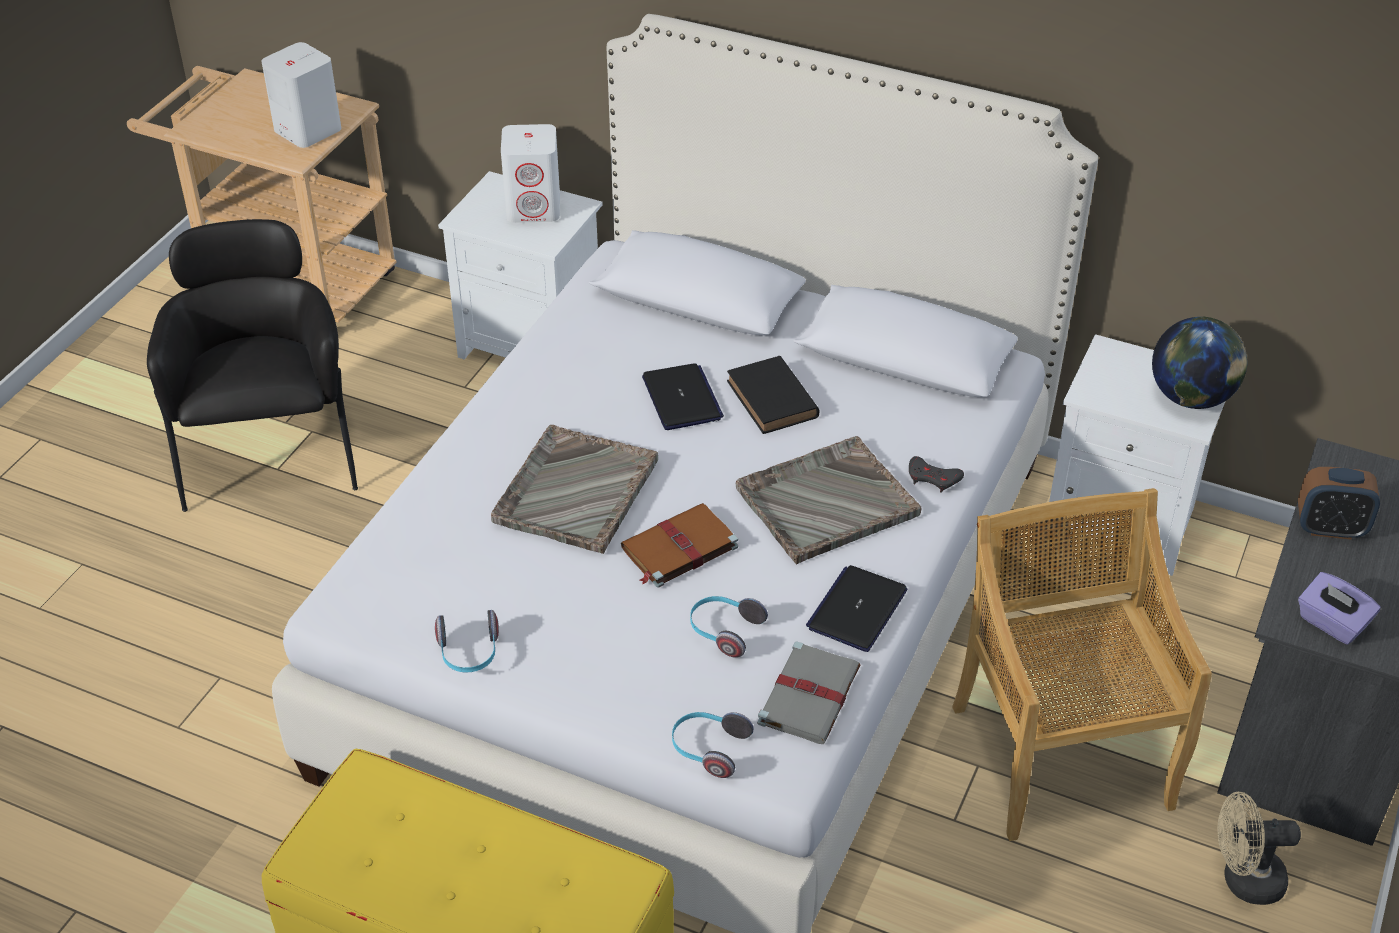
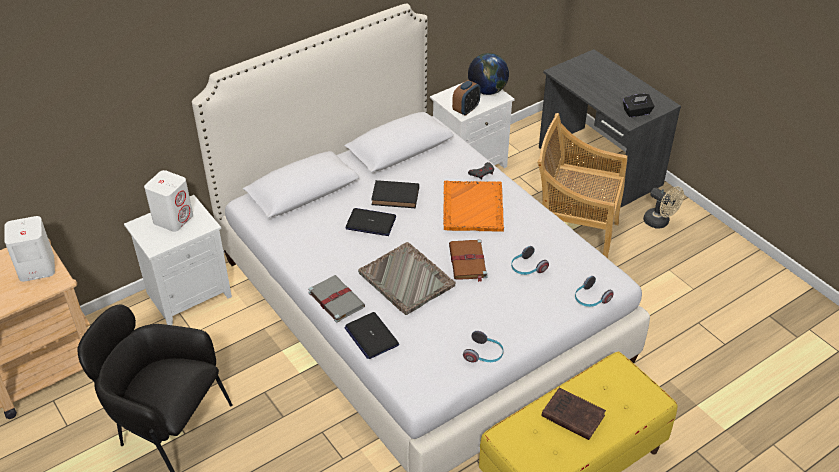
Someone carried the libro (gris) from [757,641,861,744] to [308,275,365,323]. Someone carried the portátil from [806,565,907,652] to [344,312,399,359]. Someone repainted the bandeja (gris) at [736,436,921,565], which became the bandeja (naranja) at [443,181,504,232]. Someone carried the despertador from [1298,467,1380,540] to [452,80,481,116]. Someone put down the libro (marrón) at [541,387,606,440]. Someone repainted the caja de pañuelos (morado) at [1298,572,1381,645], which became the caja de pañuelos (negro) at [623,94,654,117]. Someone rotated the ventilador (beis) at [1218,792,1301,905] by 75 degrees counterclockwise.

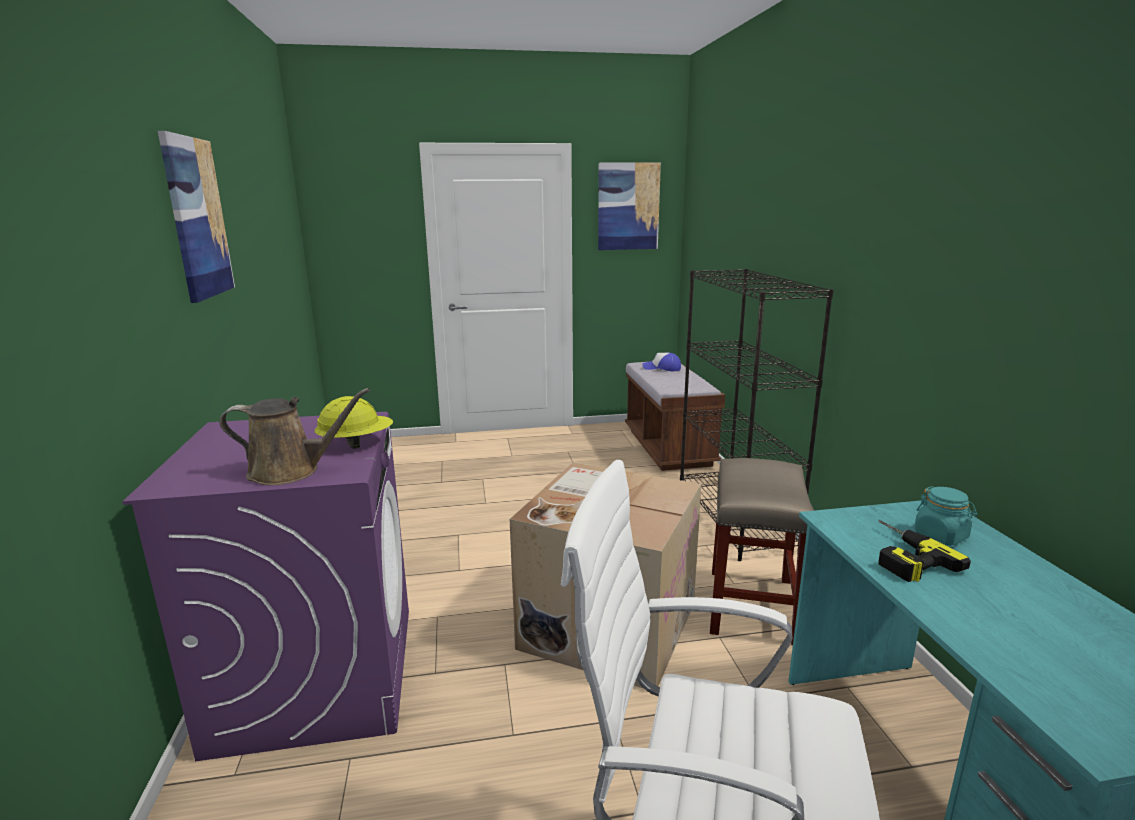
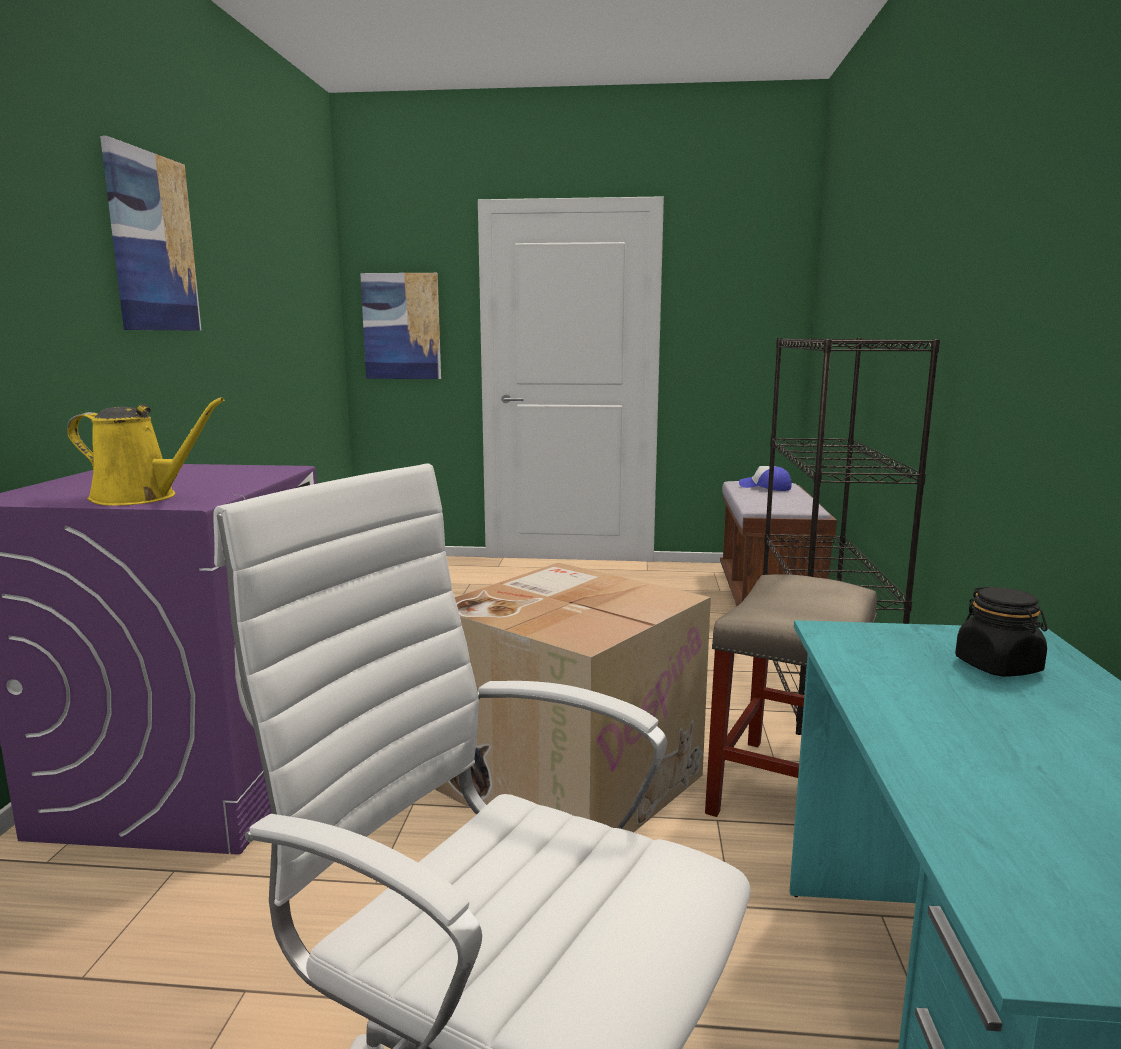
Someone repainted the regadera (marrón) at [219,388,370,486], which became the regadera (amarillo) at [67,397,224,506]. Someone carried the cuadro from [598,163,661,250] to [360,273,441,379]. Someone repainted the tarro (turquesa) at [914,486,977,546], which became the tarro (negro) at [955,587,1048,677]. Someone took away the casco (amarillo) at [315,396,393,449]. Someone took away the taladro at [878,519,971,582].

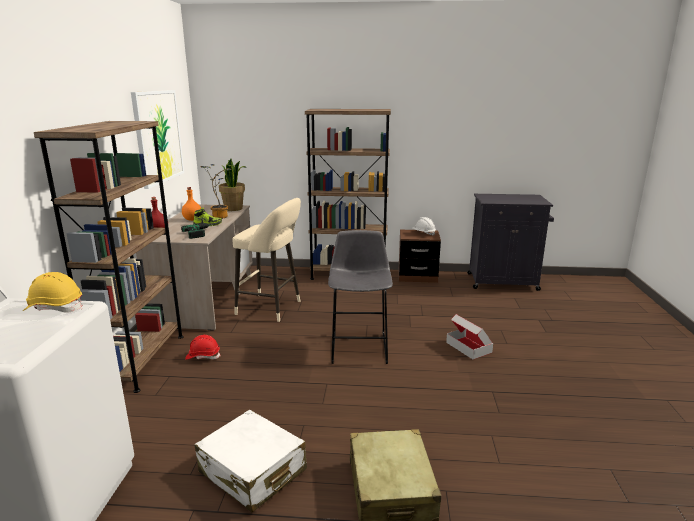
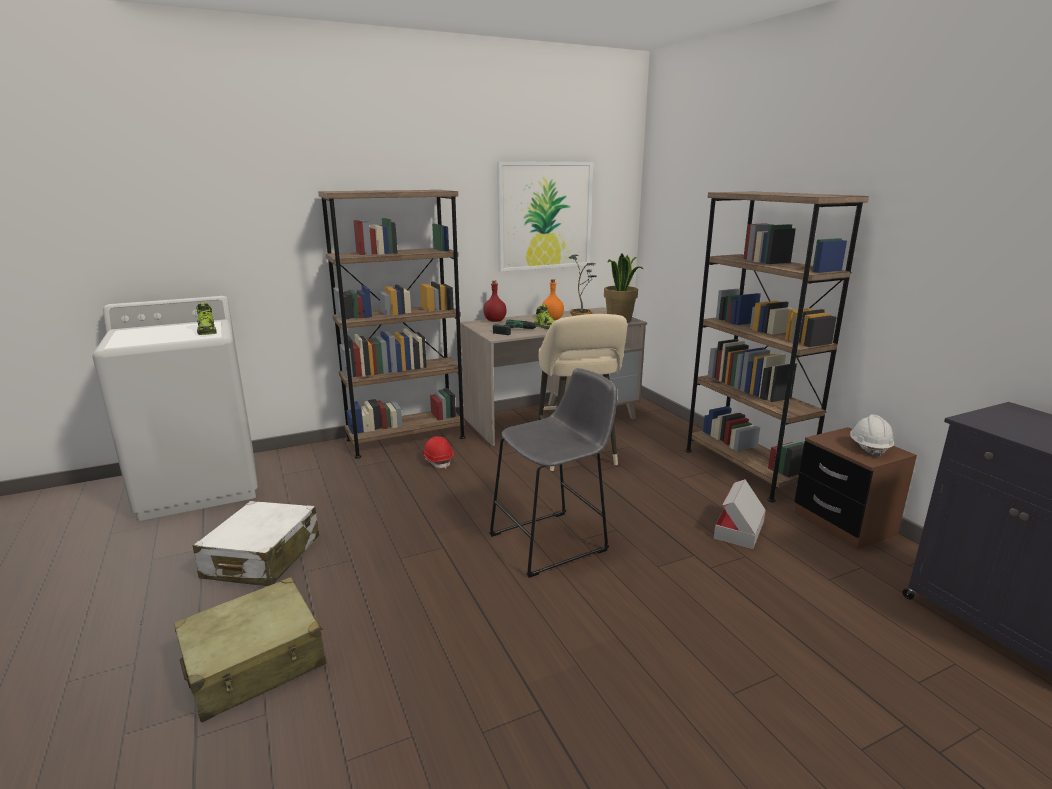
Someone swapped the casco (amarillo) at [23,272,83,313] for the zapato at [196,303,217,335]. Someone carried the caja de cartón from [446,314,493,360] to [714,479,766,550].

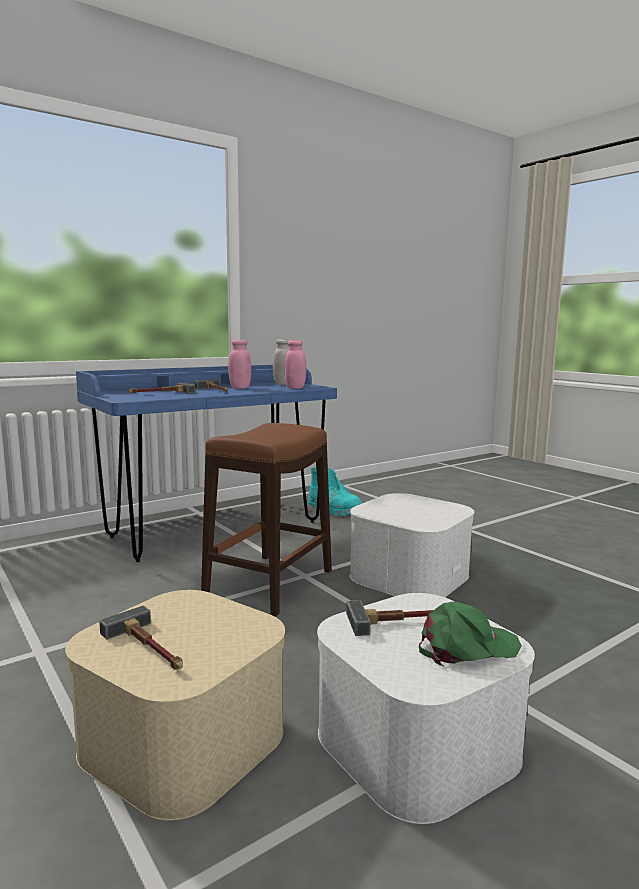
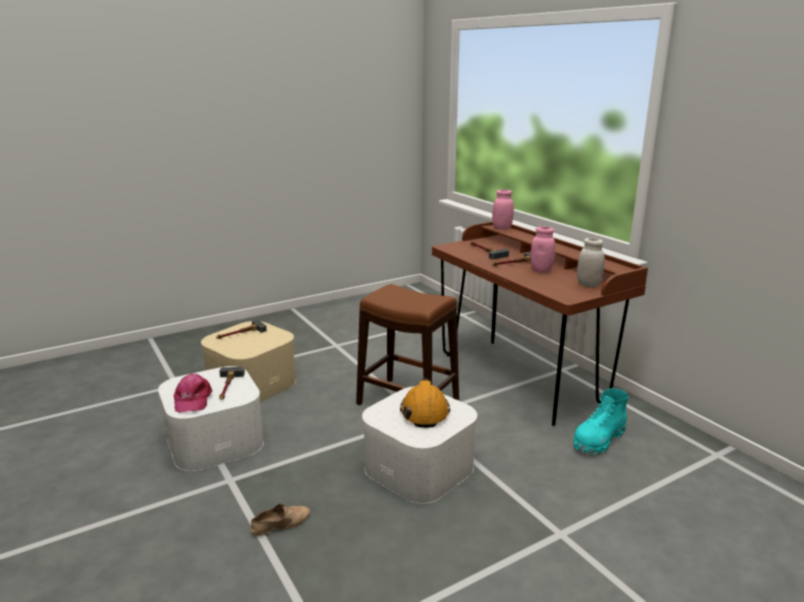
Someone repainted the gorra (verde) at [419,602,522,666], which became the gorra (rosa) at [174,374,212,413]. Someone put down the zapato (beis) at [250,504,310,536]. Someone put down the casco (naranja) at [400,378,451,428]. Someone repainted the escritorio (azul) at [76,365,337,562], which became the escritorio (marrón) at [432,221,648,426]. Someone carried the tarro (rosa) from [285,340,306,389] to [492,190,514,230].

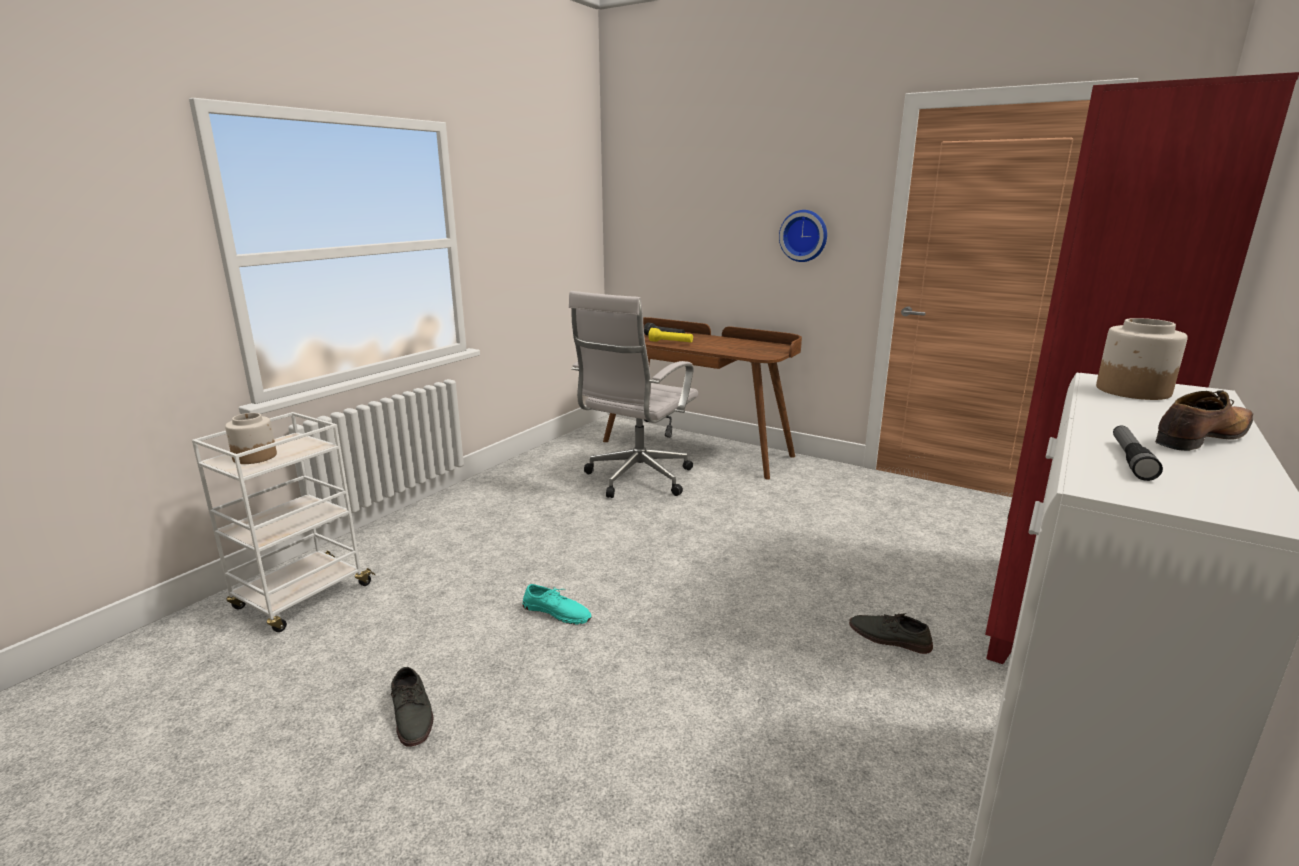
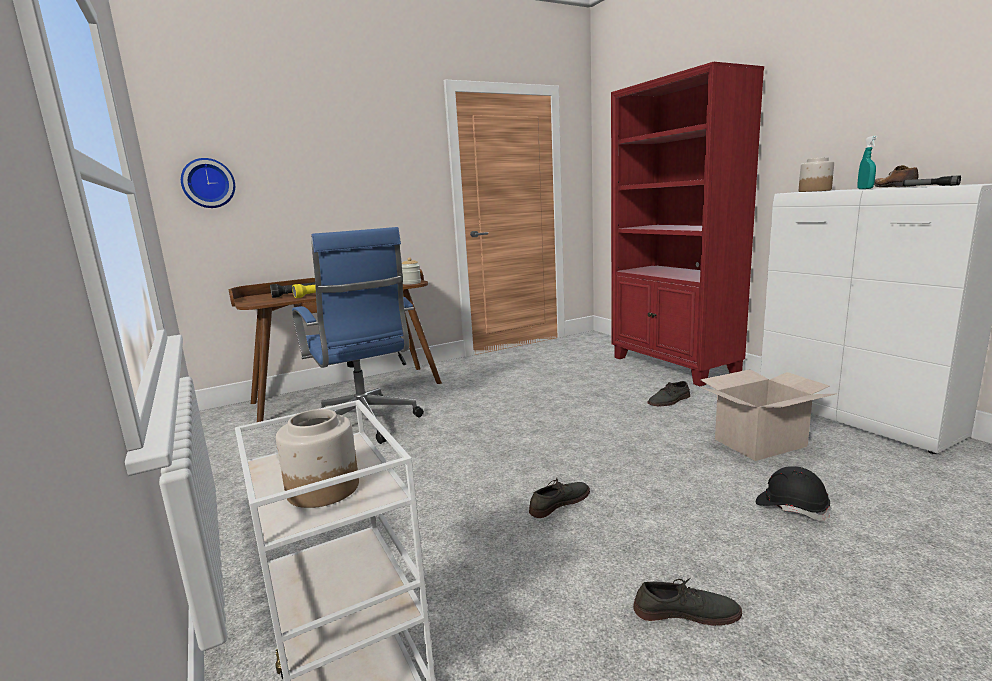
Someone carried the reloj de pared from [779,210,827,262] to [181,158,235,208]. Someone repainted the silla de oficina (blanco) at [569,291,698,498], which became the silla de oficina (azul) at [292,227,424,444]. Someone put down the tarro at [402,258,421,285]. Someone repainted the zapato (turquesa) at [522,584,591,624], which became the zapato (gris) at [529,478,590,518]. Someone put down the caja de cartón at [700,369,835,461]. Someone put down the casco (negro) at [756,466,830,521]. Someone put down the pulverizador (turquesa) at [857,136,877,189].

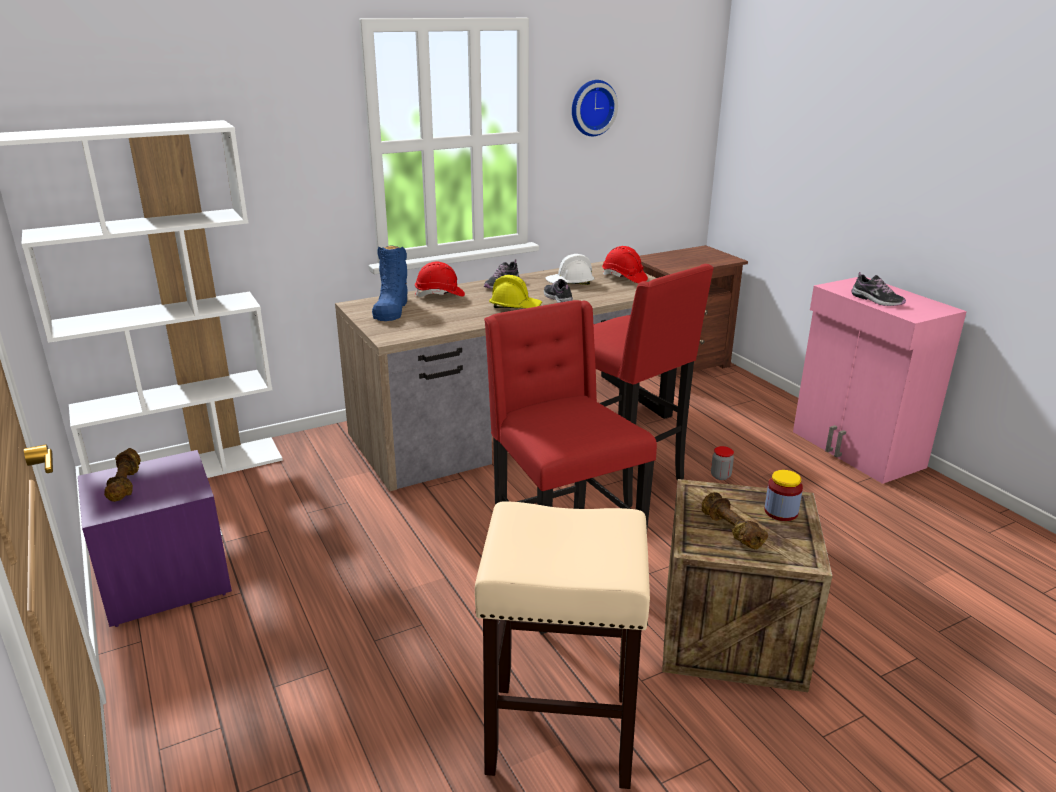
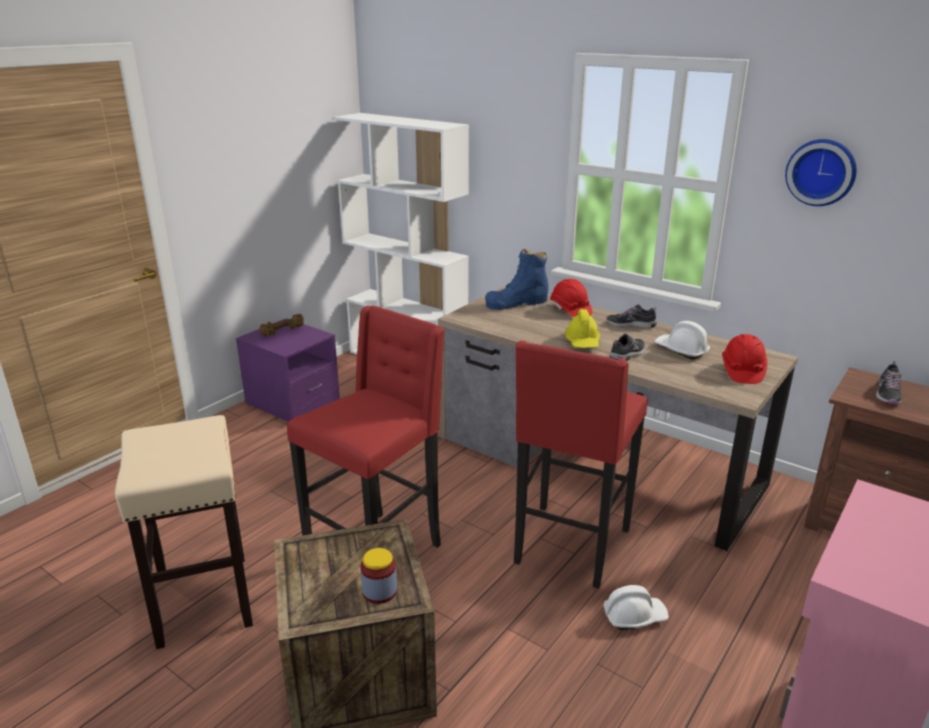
Someone swapped the tarro at [711,446,734,480] for the casco (blanco) at [604,585,669,630]. Someone carried the zapato from [851,272,906,306] to [876,361,902,404]. Someone took away the mancuerna (marrón) at [702,492,768,549].

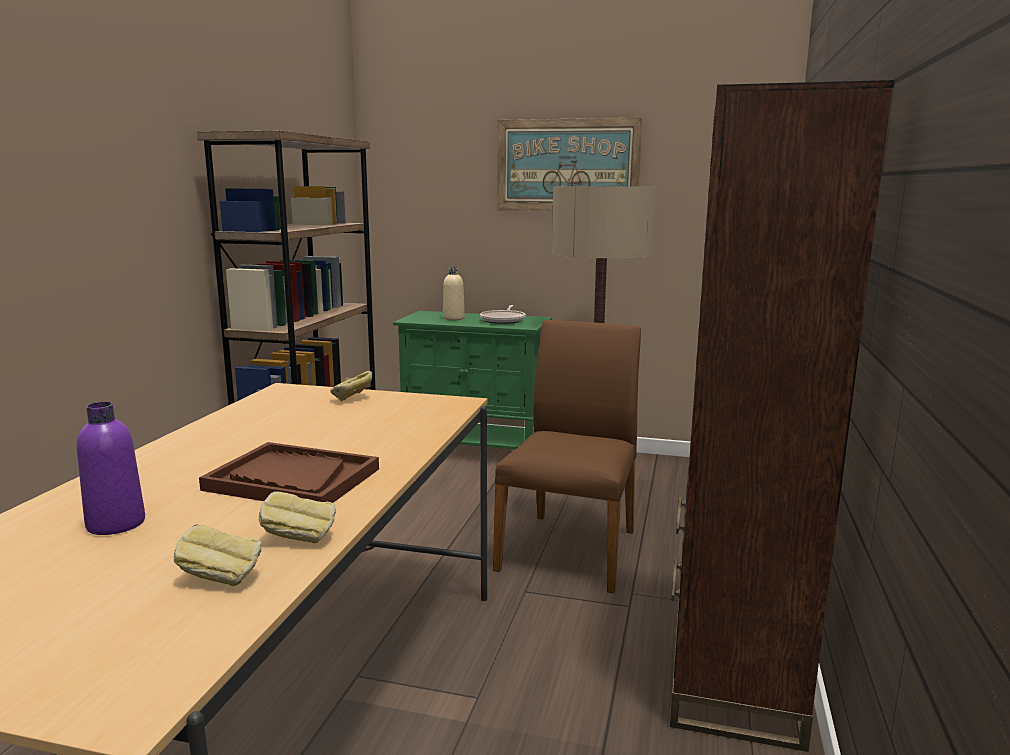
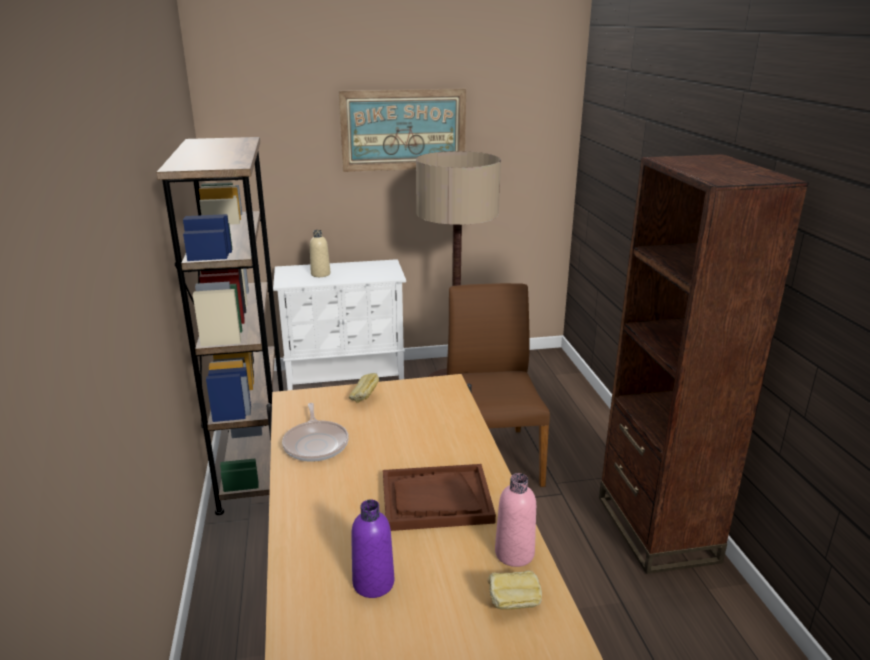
Someone repainted the armario (verde) at [393,311,552,449], which became the armario (blanco) at [273,259,406,390]. Someone carried the sartén from [480,305,526,324] to [282,403,349,462]. Someone swapped the pan at [259,491,336,543] for the botella (rosa) at [495,473,536,567].

